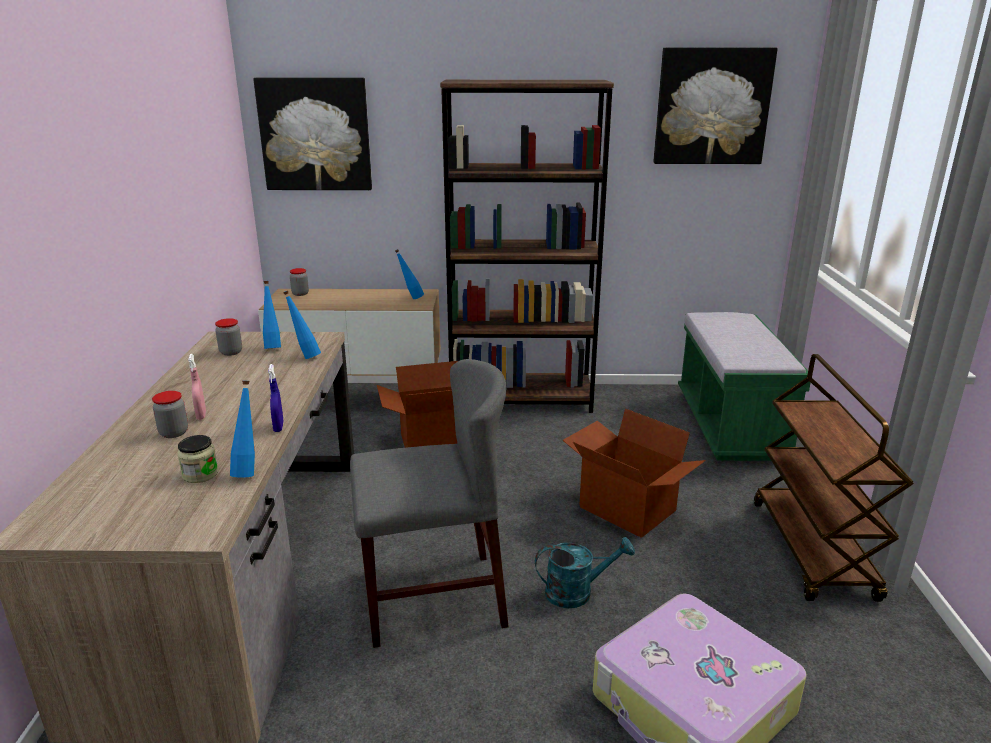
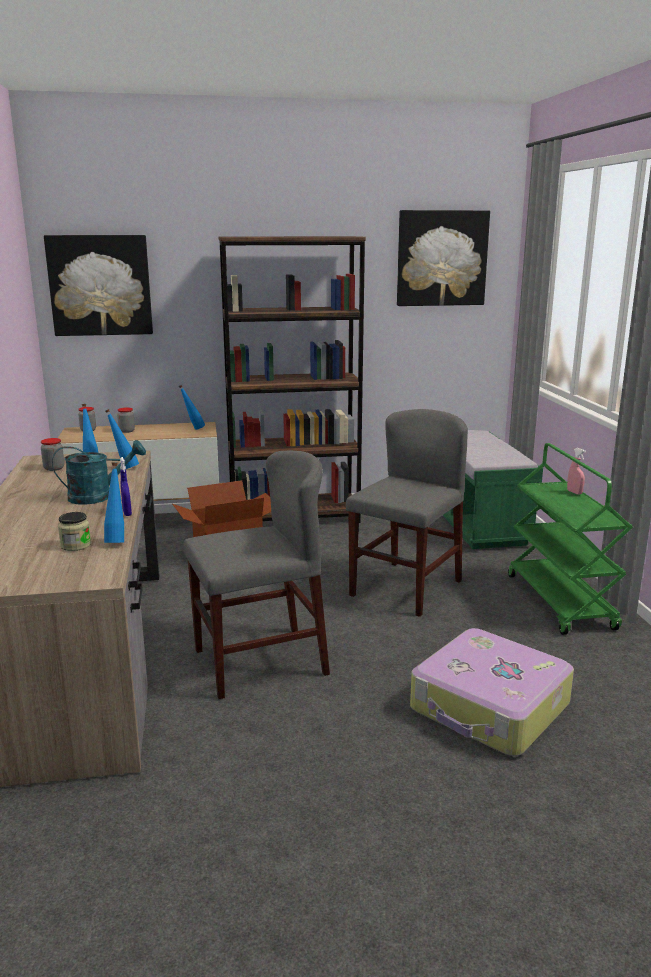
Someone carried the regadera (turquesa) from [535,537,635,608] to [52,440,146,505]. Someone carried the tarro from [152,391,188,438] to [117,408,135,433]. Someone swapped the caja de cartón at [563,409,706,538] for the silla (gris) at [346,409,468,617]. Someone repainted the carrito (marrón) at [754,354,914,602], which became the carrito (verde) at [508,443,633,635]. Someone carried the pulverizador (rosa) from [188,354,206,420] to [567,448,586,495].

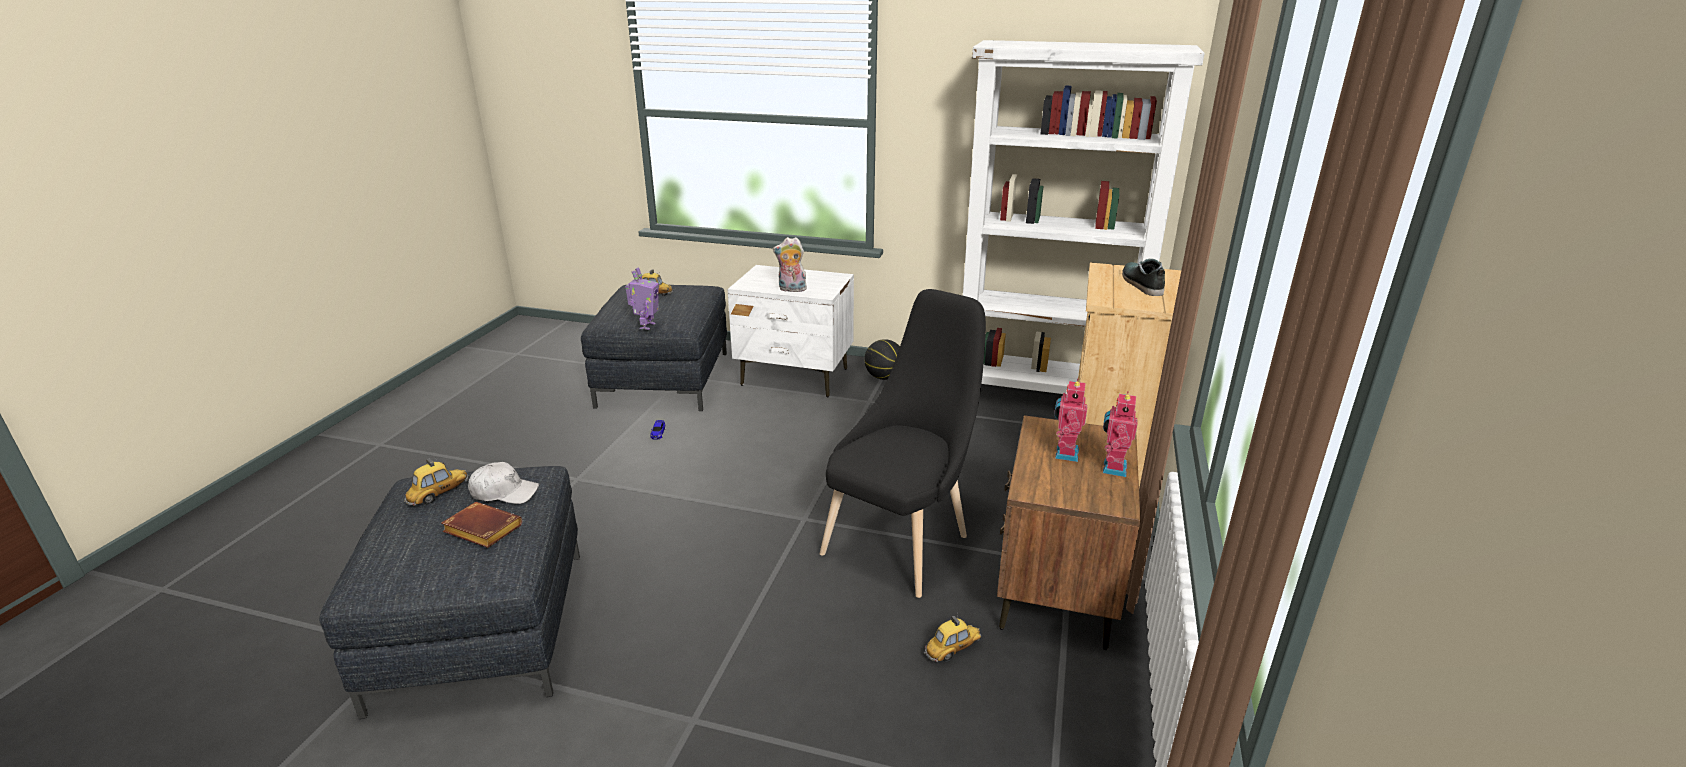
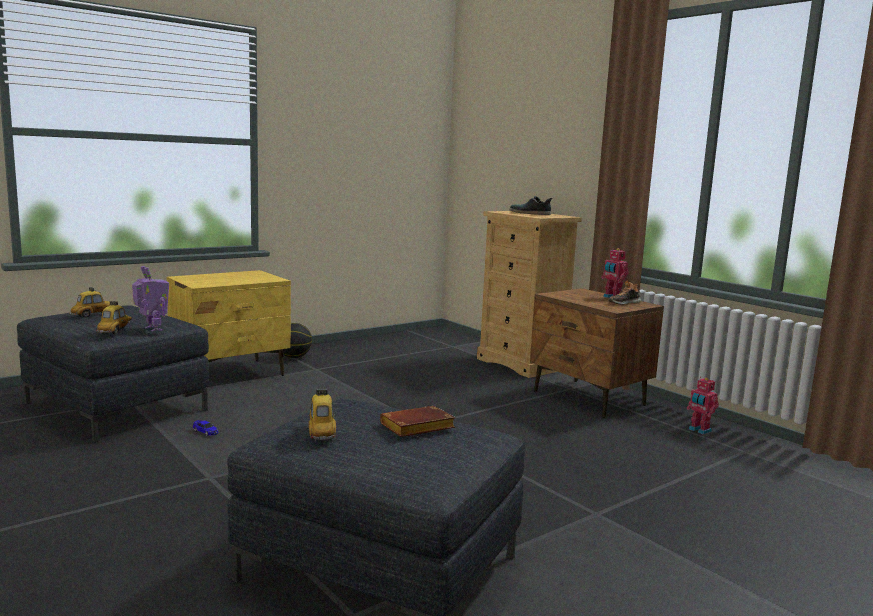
Someone carried the coche de juguete from [924,615,981,662] to [96,301,132,334]. Someone repainted the mesita de noche (blanco) at [728,265,854,398], which became the mesita de noche (amarillo) at [167,270,291,376]. Someone put down the zapato at [608,281,641,305]. Someone carried the robot de juguete from [1054,378,1087,462] to [687,377,719,435]. Someone took away the gorra (blanco) at [468,462,539,504]. Someone took away the peluche at [773,237,807,292]. Someone took away the silla (negro) at [820,289,986,598]. Someone took away the estantería (blanco) at [963,40,1205,394].

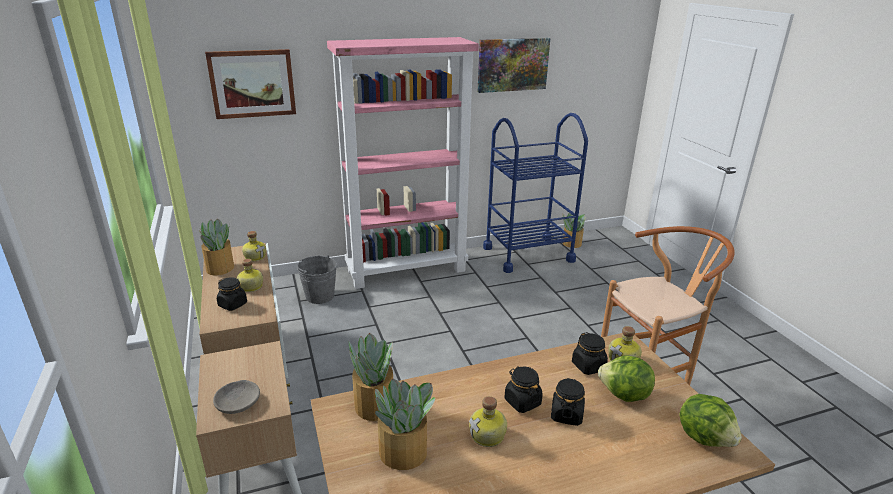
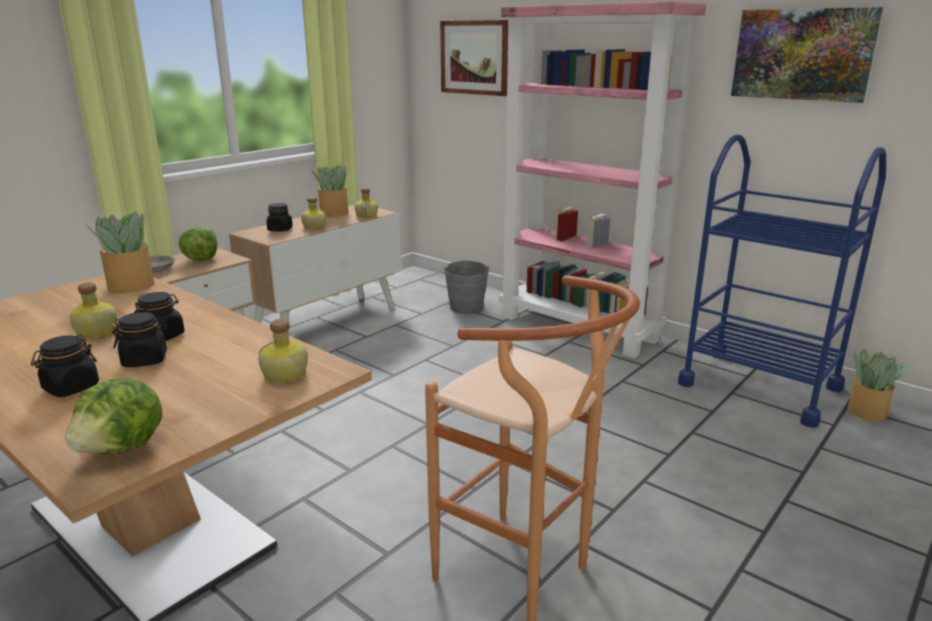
Someone carried the tarro (negro) from [572,332,608,375] to [31,335,99,397]. Someone carried the lechuga from [598,356,655,402] to [179,227,217,261]. Someone took away the planta en maceta at [375,379,436,470].

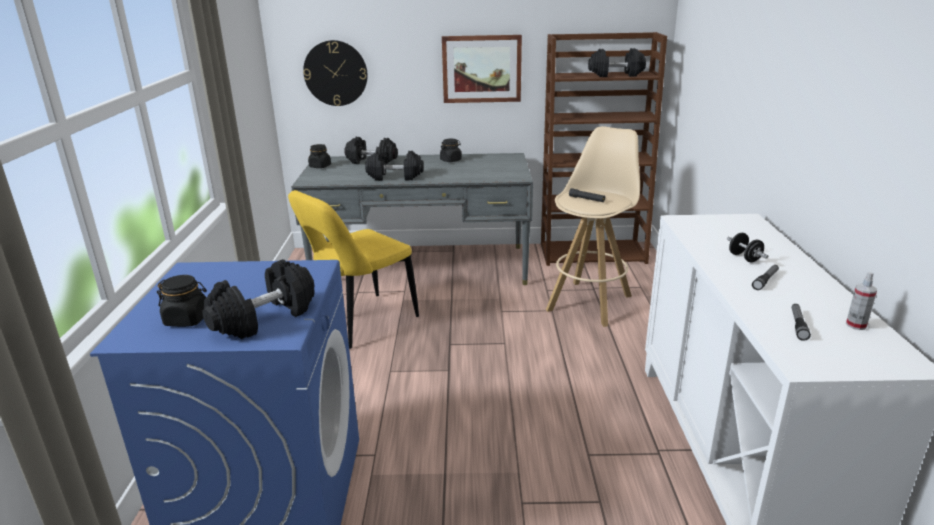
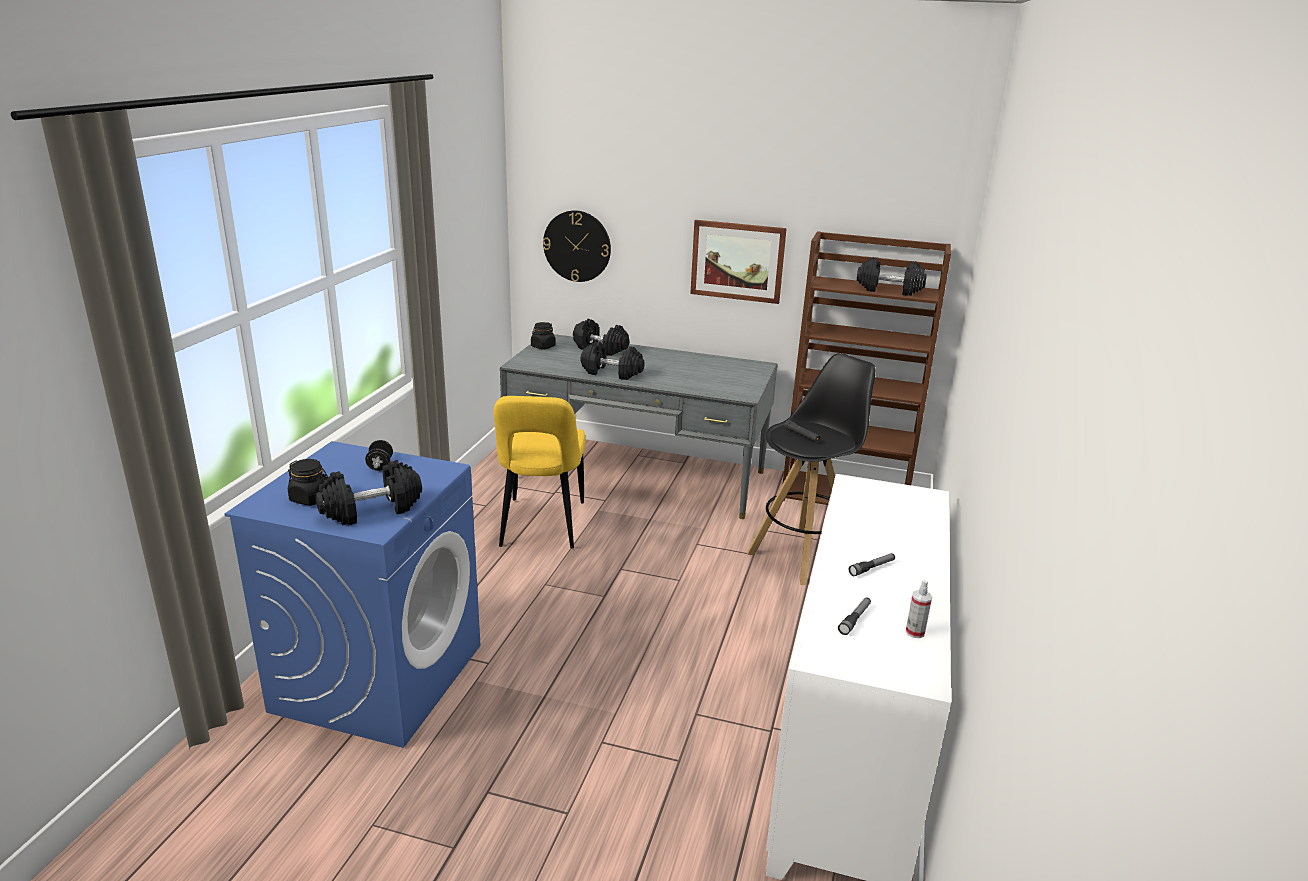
Someone carried the mancuerna (negro) from [727,233,769,262] to [365,440,393,471]. Someone rotated the silla (amarillo) at [288,190,419,349] by 60 degrees counterclockwise. Someone repainted the taburete (beis) at [546,126,640,327], which became the taburete (negro) at [747,353,876,585]. Someone took away the tarro (negro) at [440,139,462,162].

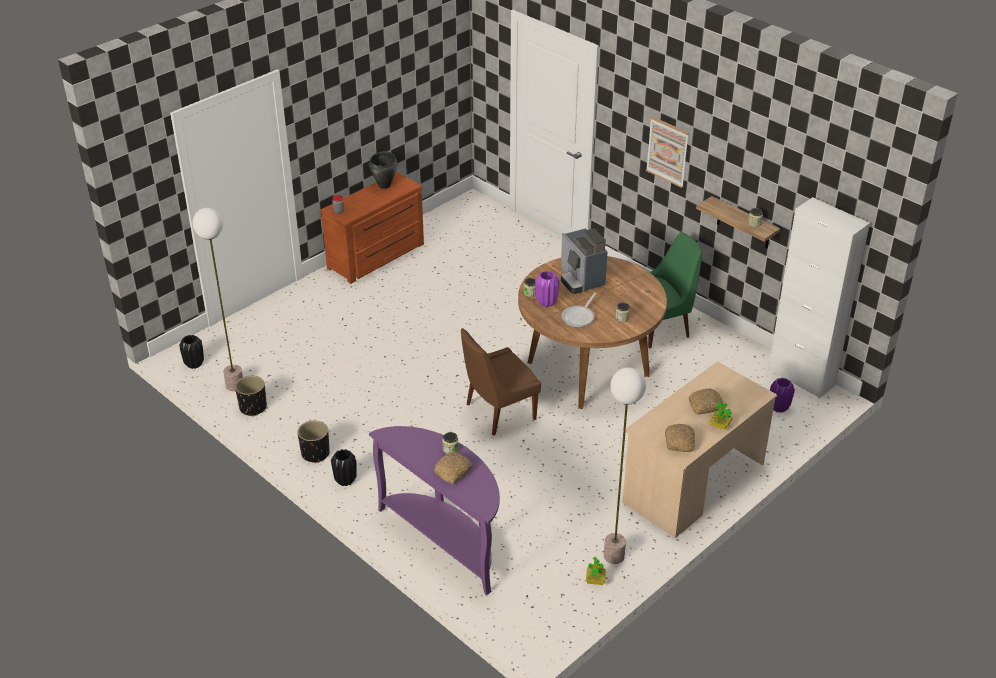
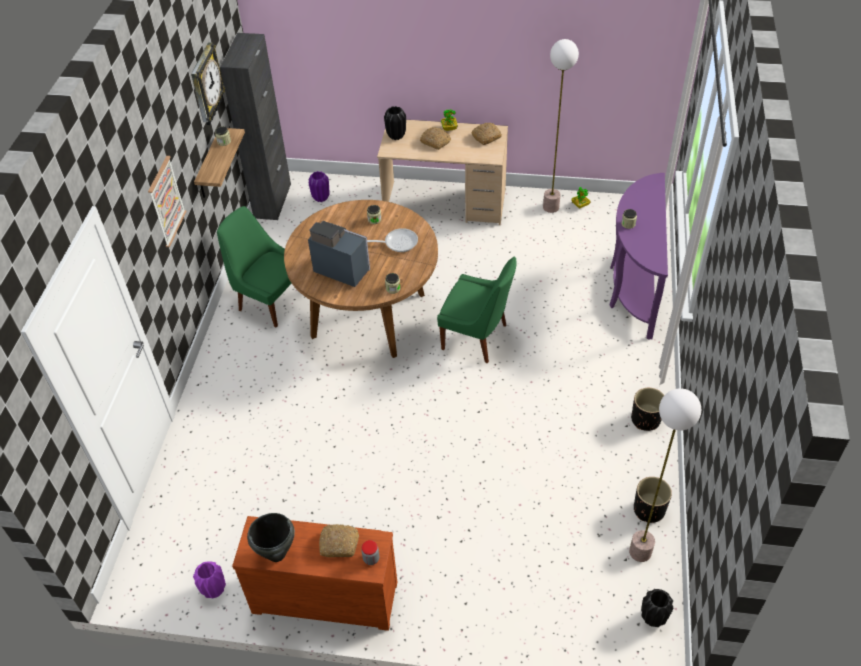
Someone put up the reloj de pared at [191,42,225,125]. Someone carried the florero (morado) from [535,271,560,307] to [193,561,226,598]. Someone repainted the armario (blanco) at [768,197,870,399], which became the armario (negro) at [220,33,291,220]. Someone rotated the cafetera at [561,228,608,294] by 90 degrees counterclockwise. Someone carried the pan from [434,452,472,484] to [319,524,359,557]. Someone carried the florero (negro) from [331,449,357,486] to [384,106,406,140]. Someone repainted the silla (marrón) at [461,328,541,436], which became the silla (verde) at [437,257,516,363].

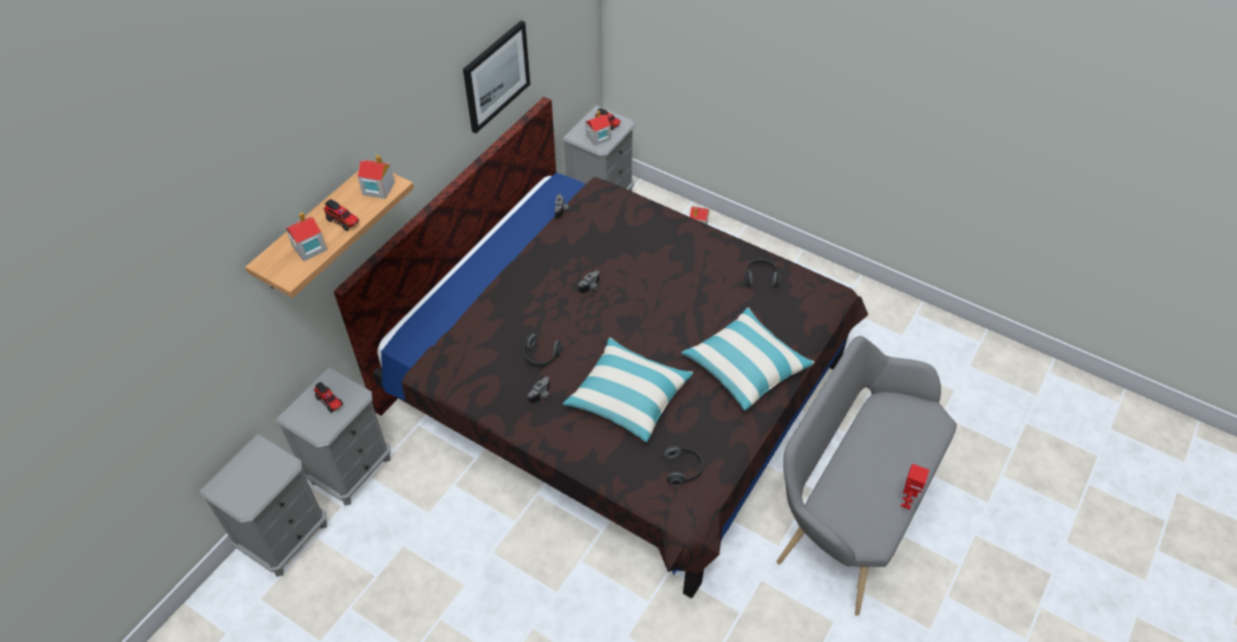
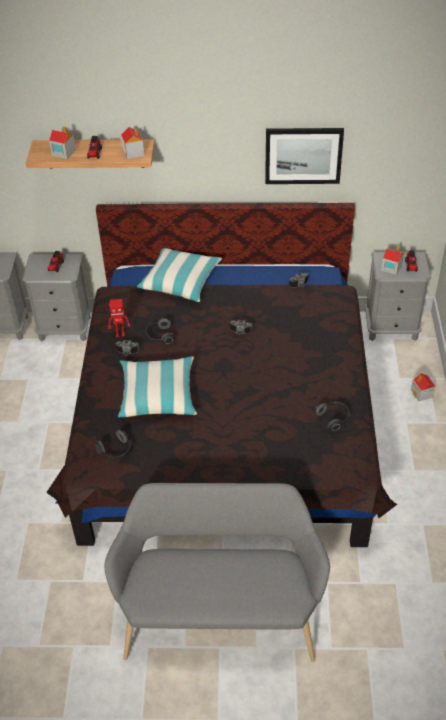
Someone carried the robot de juguete from [901,464,929,510] to [108,299,130,337]. Someone carried the cojín from [681,307,814,411] to [137,248,222,302].

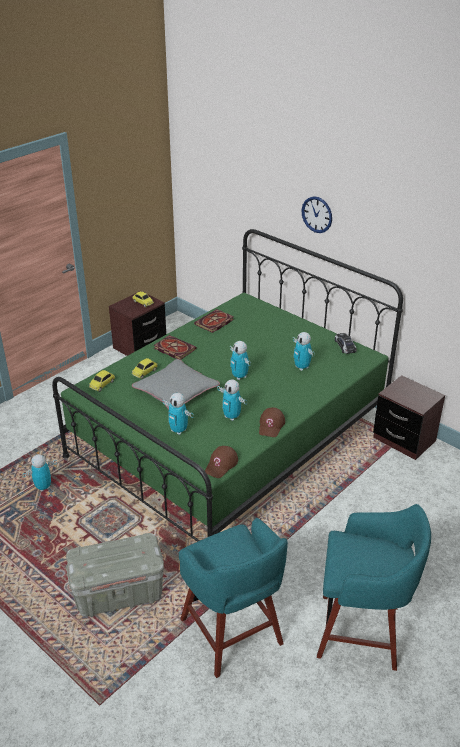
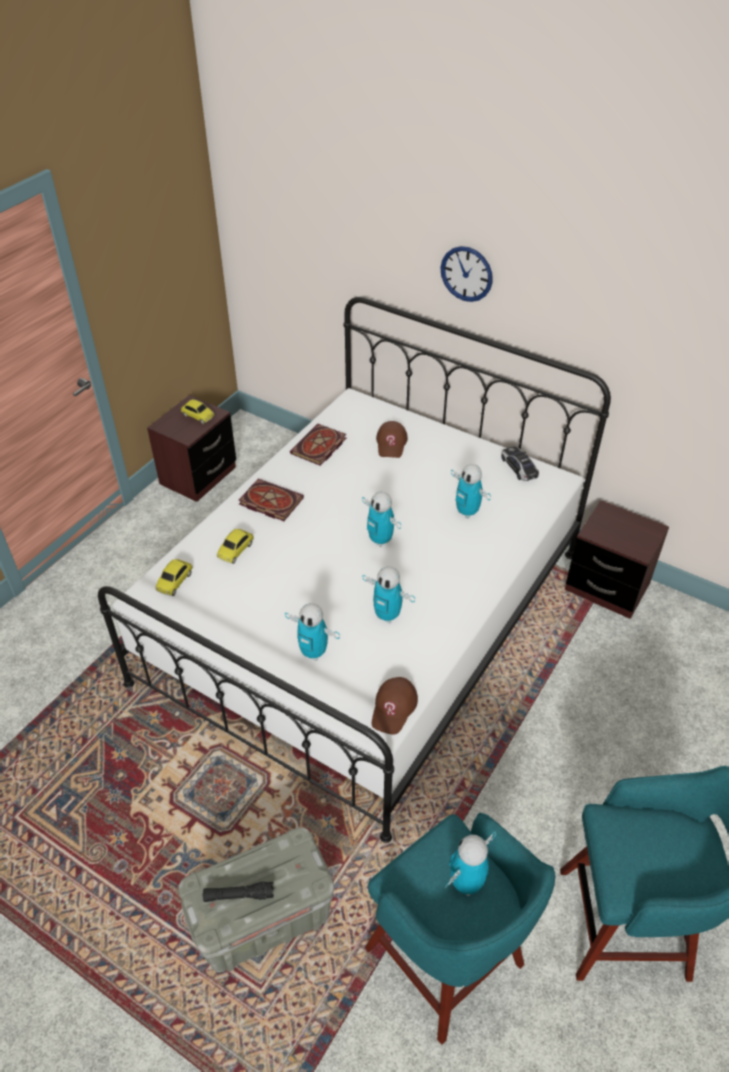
Someone repainted the cama (verde) at [52,229,403,542], which became the cama (blanco) at [98,297,611,843]. Someone put down the linterna (negro) at [203,881,274,902]. Someone carried the gorra (marrón) from [259,407,285,437] to [376,421,408,458]. Someone carried the robot de juguete from [22,454,57,492] to [445,831,496,896]. Someone took away the cojín (gris) at [132,359,220,409].

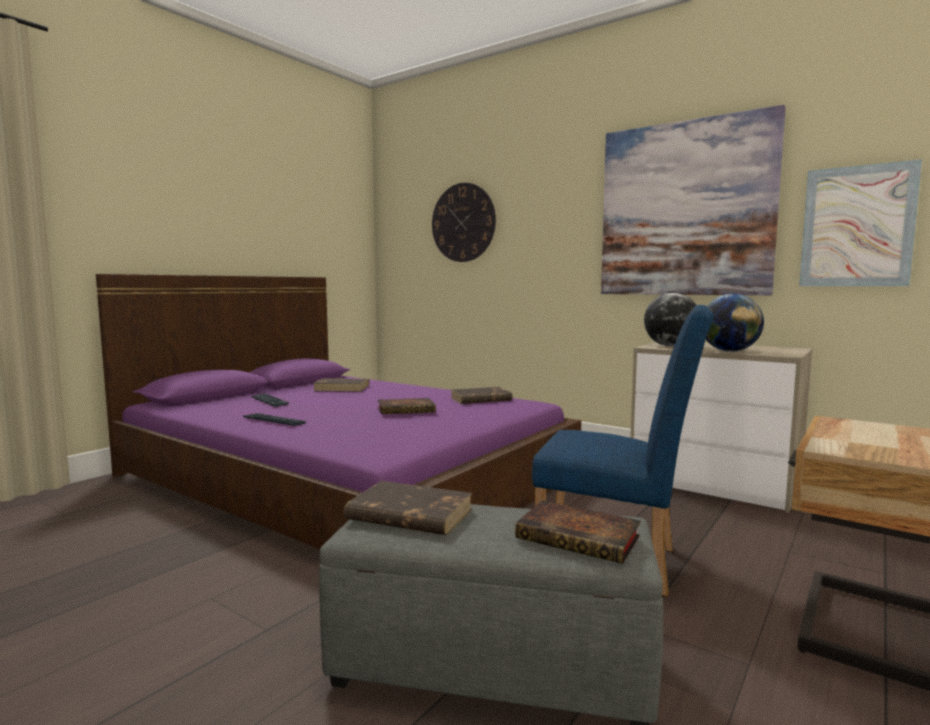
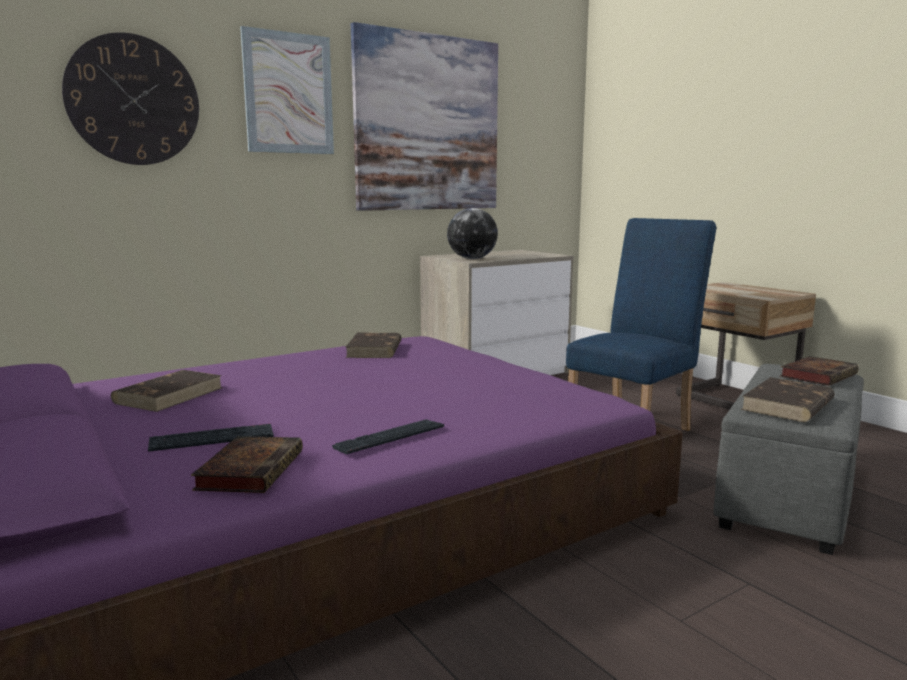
Someone carried the libro from [378,398,436,414] to [191,436,303,493]. Someone carried the cuadro from [799,159,922,286] to [240,26,334,154]. Someone took away the globo terráqueo at [706,293,764,352].

